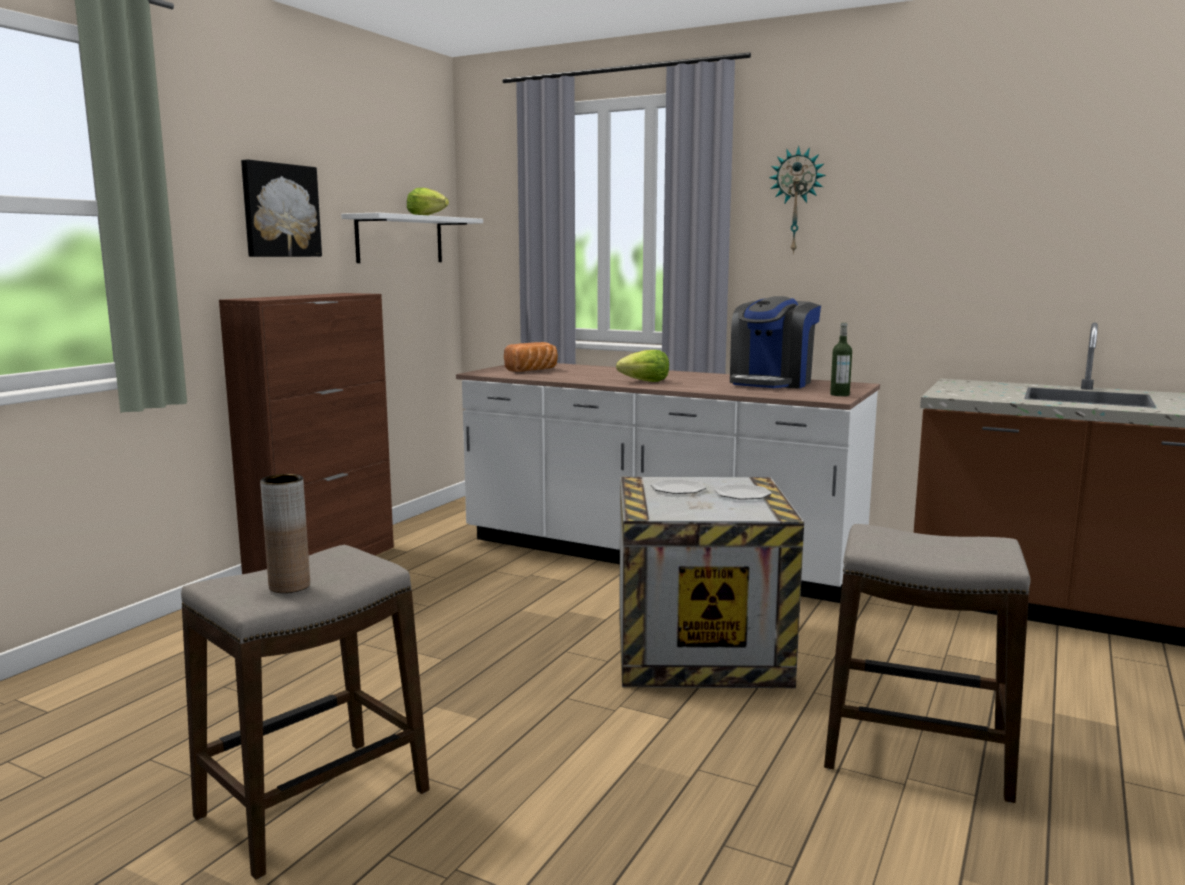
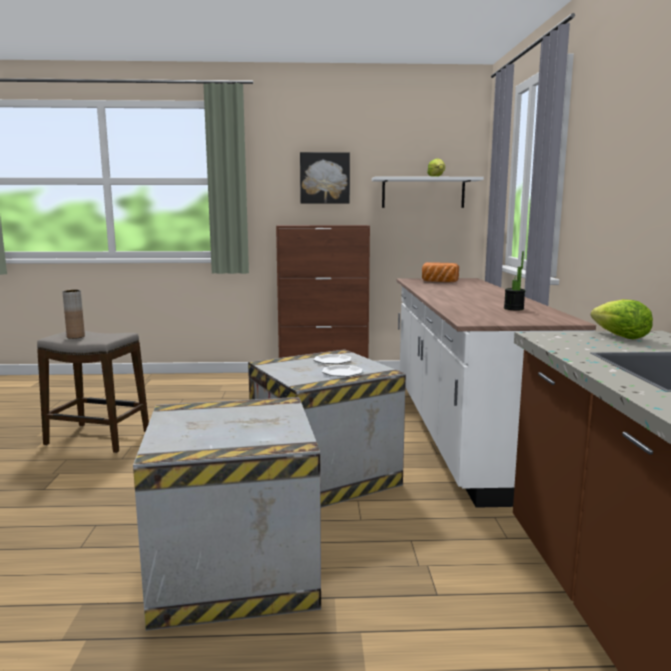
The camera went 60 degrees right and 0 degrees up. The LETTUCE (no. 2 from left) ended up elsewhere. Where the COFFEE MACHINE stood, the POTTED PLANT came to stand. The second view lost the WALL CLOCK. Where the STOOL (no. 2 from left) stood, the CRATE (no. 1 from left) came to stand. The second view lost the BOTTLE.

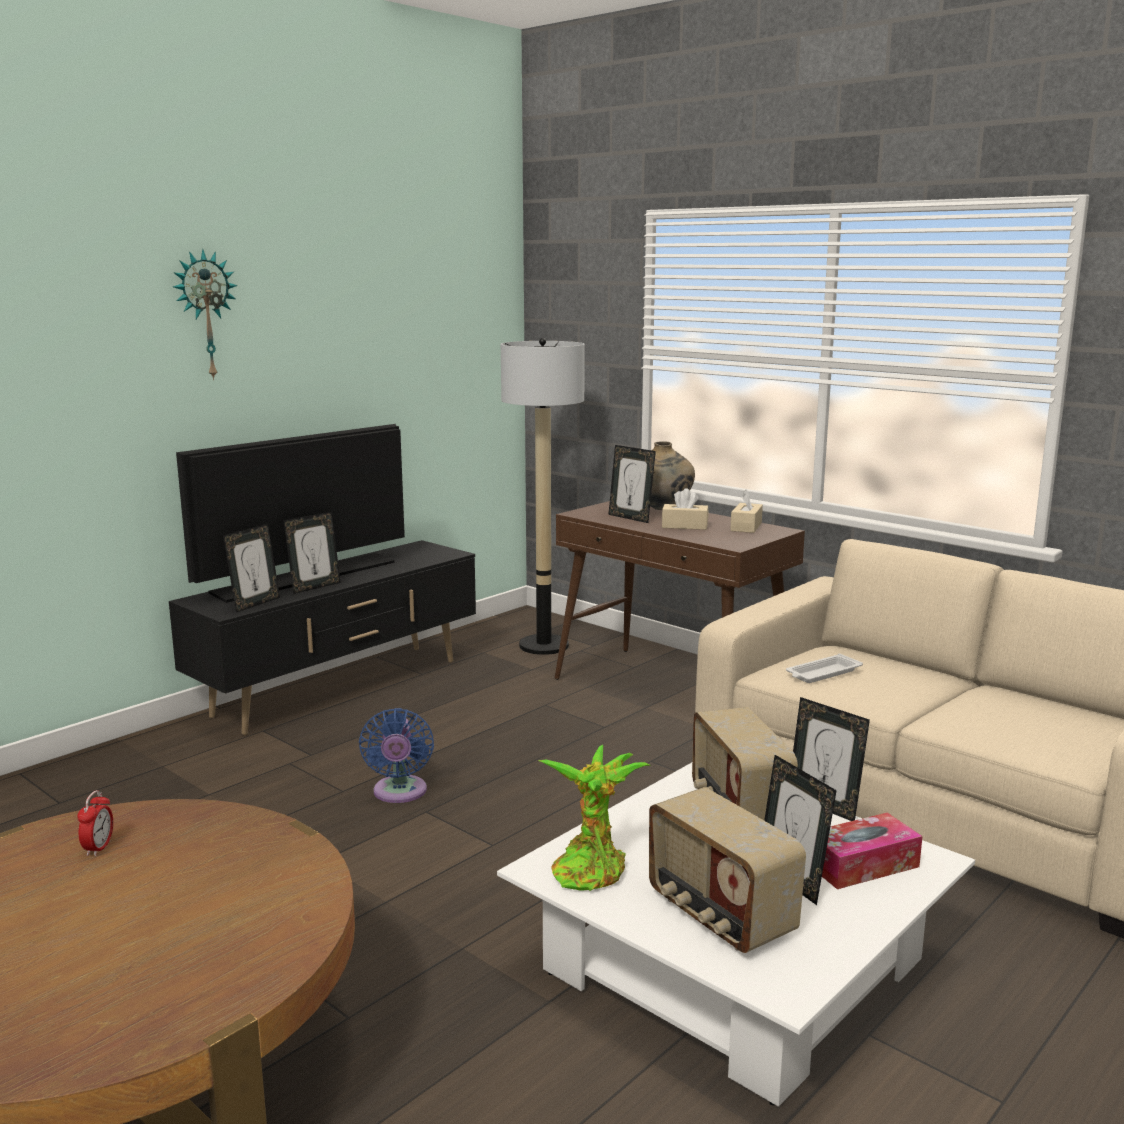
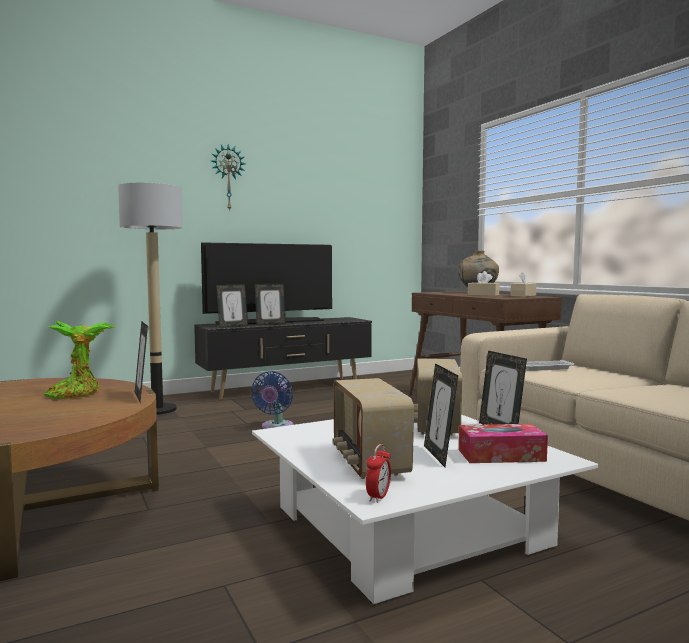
The camera went 20 degrees right and 10 degrees down. The ALARM CLOCK ended up elsewhere. The FLOOR LAMP ended up elsewhere. The POTTED PLANT ended up elsewhere. The PICTURE FRAME (no. 3 from left in the first image) ended up elsewhere.

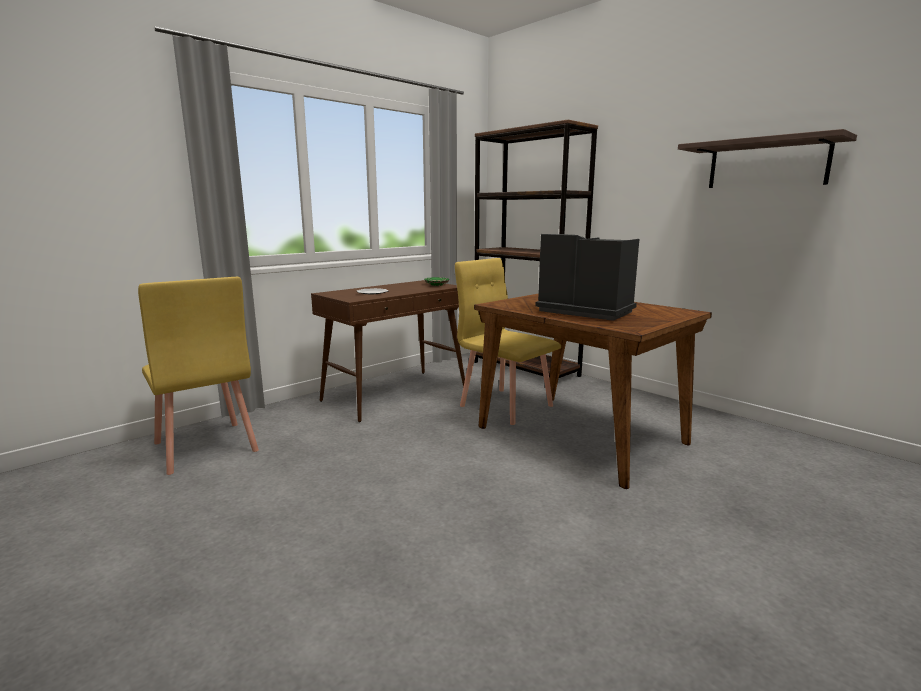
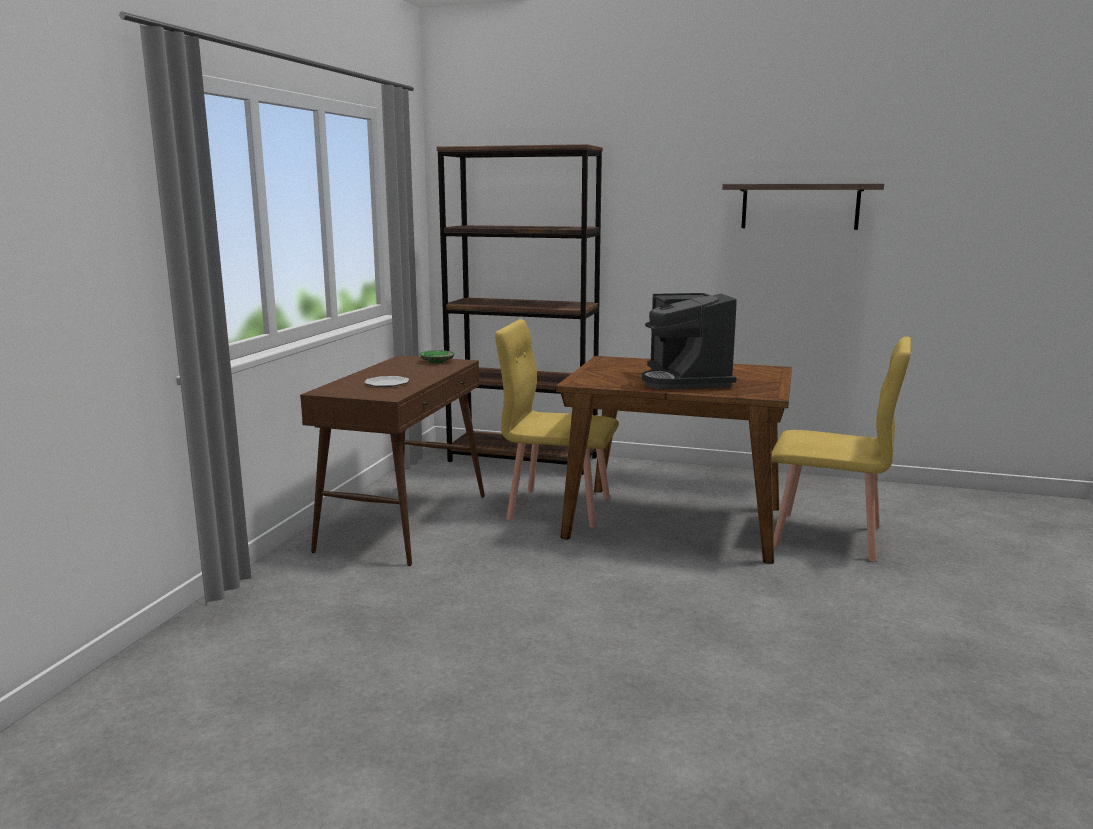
The camera went 30 degrees left and 0 degrees up. The YELLOW CHAIR (no. 1 from left in the first image) ended up elsewhere. The COFFEE MACHINE ended up facing another way, 105 degrees counterclockwise from before.

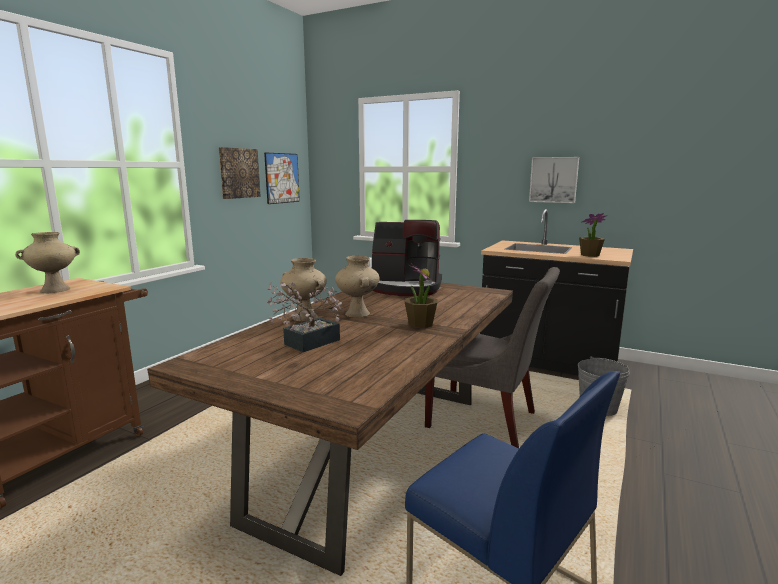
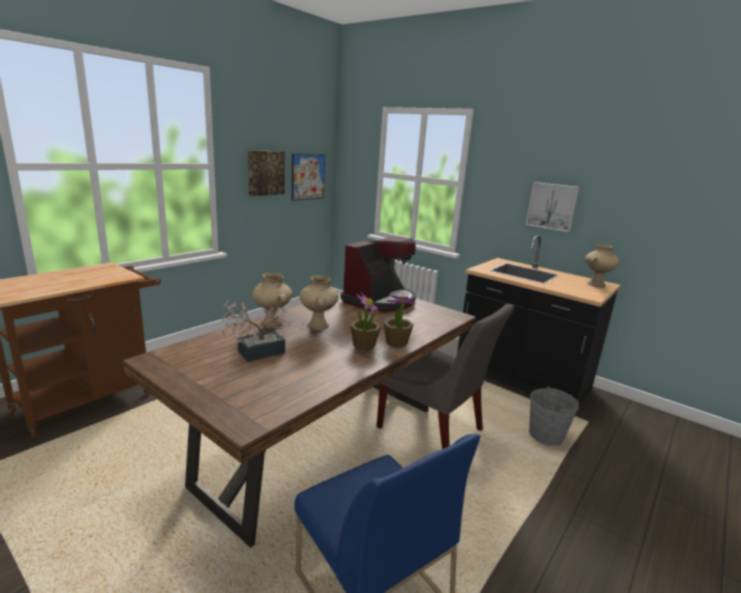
The camera went 10 degrees right and 5 degrees up. The BEIGE VASE (no. 1 from left in the first image) ended up elsewhere. The COFFEE MACHINE ended up facing another way, 75 degrees counterclockwise from before. The POTTED PLANT (no. 3 from left) ended up elsewhere.

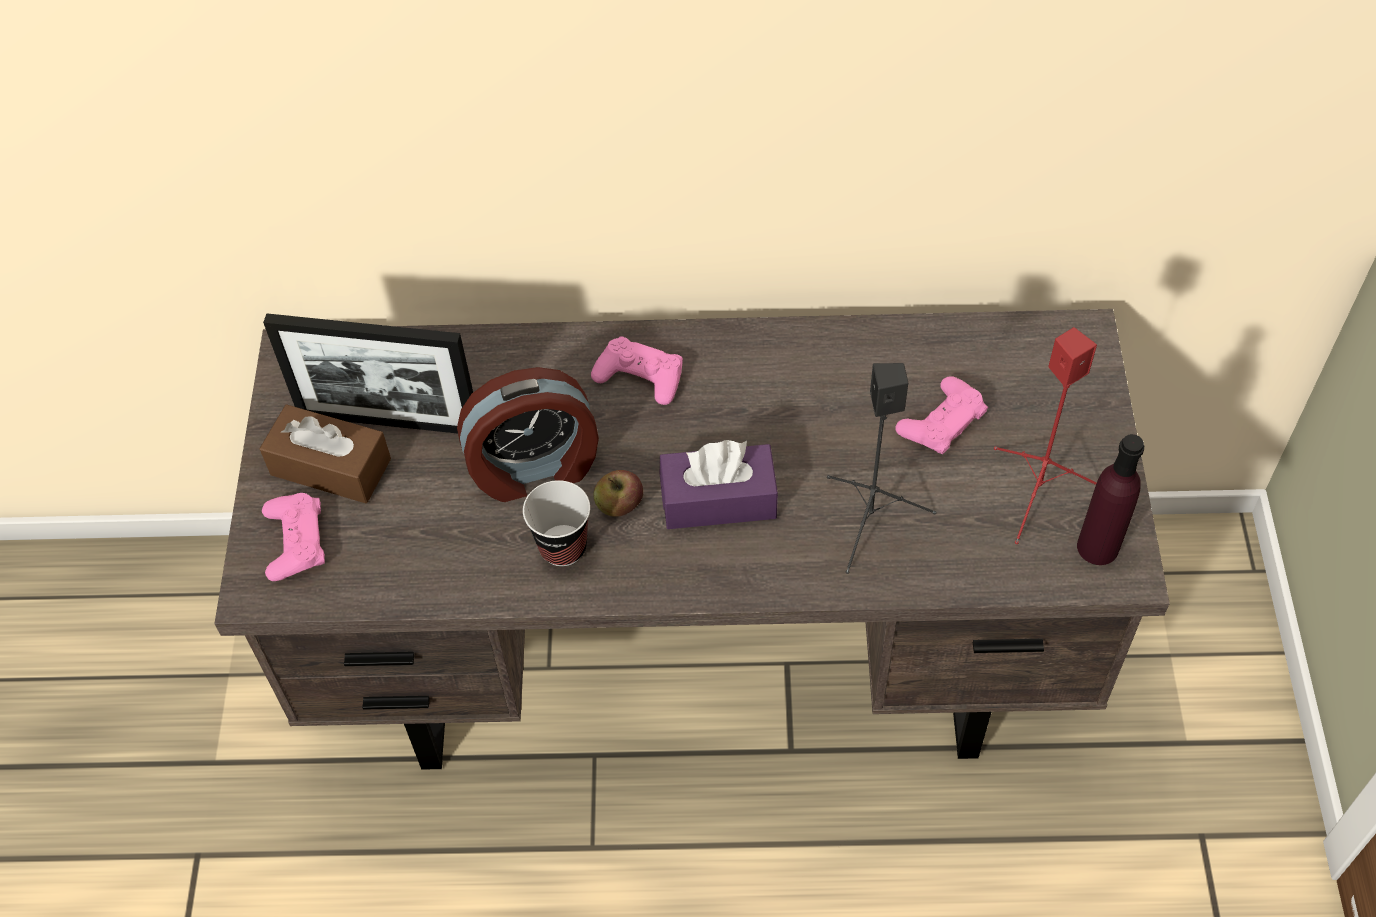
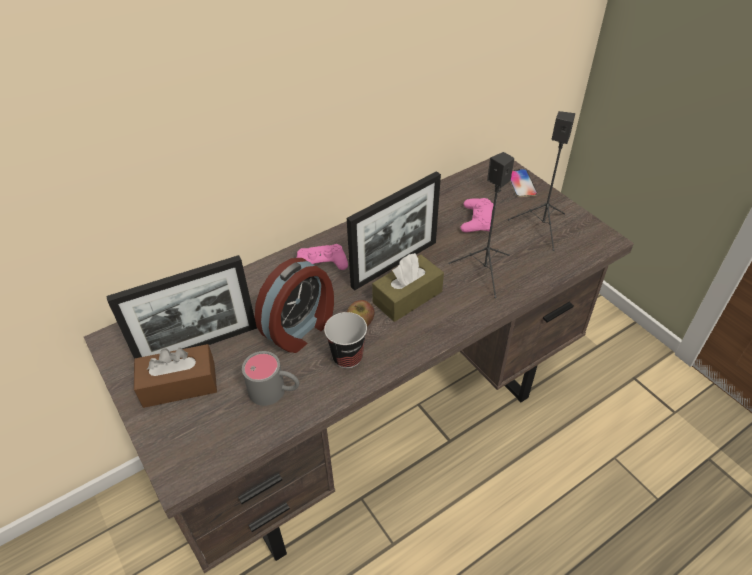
The camera went 35 degrees left and 10 degrees down. The second view lost the PINK GAME CONTROLLER (no. 1 from left). What was the PURPLE TISSUE BOX turned into the BROWN TISSUE BOX (no. 2 from left). What was the RED SPEAKER turned into the BLACK SPEAKER (no. 2 from left). The second view lost the PURPLE BOTTLE. The second view gained the GREY MUG. The second view gained the PICTURE FRAME (no. 2 from left). The second view gained the PHONE.

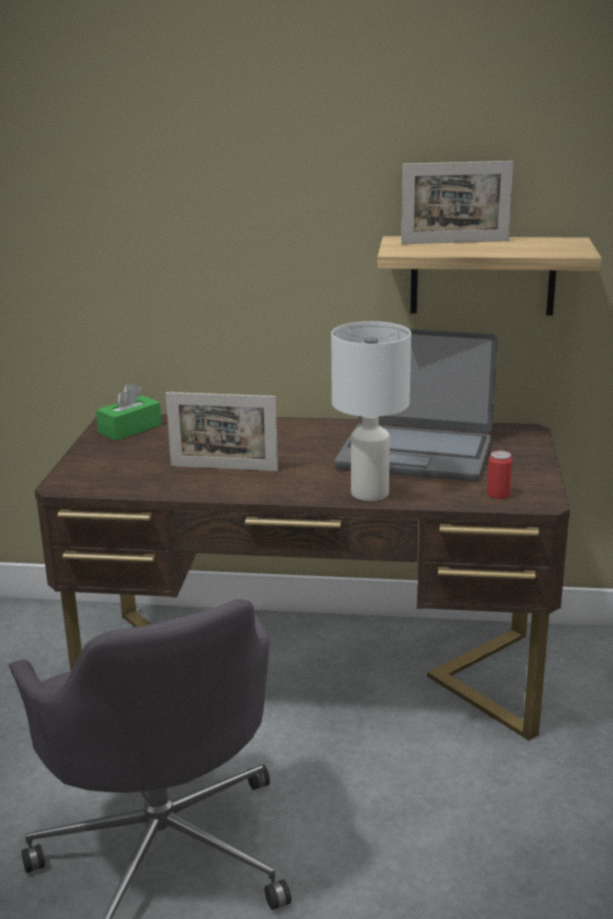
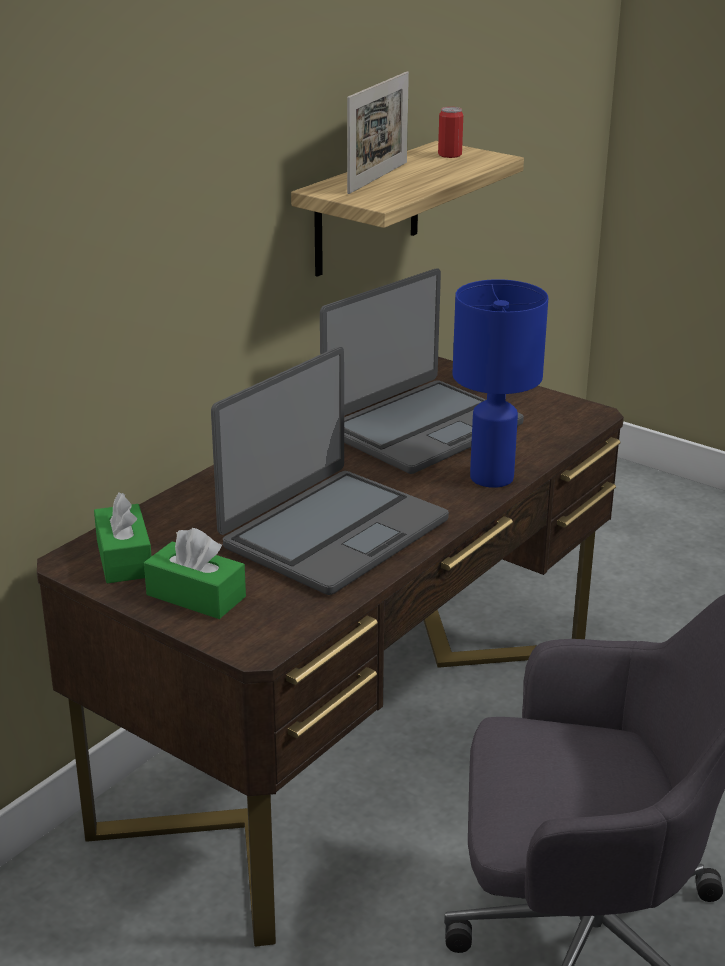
The camera went 60 degrees left and 5 degrees up. Where the PICTURE FRAME (no. 1 from left) stood, the LAPTOP (no. 1 from left) came to stand. What was the WHITE TABLE LAMP turned into the BLUE TABLE LAMP. The CAN ended up elsewhere. The second view gained the GREEN TISSUE BOX (no. 2 from left).

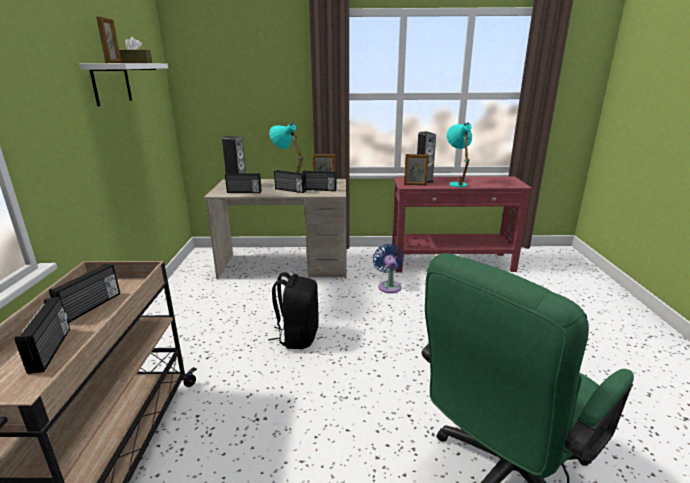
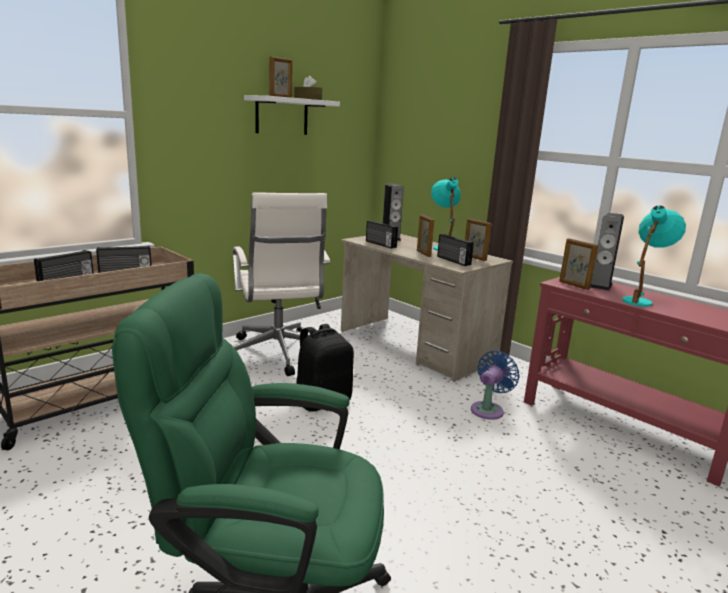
The camera went 45 degrees right and 5 degrees down. Where the RADIO (no. 4 from left) stood, the PICTURE FRAME (no. 2 from left) came to stand. The second view gained the WHITE OFFICE CHAIR.

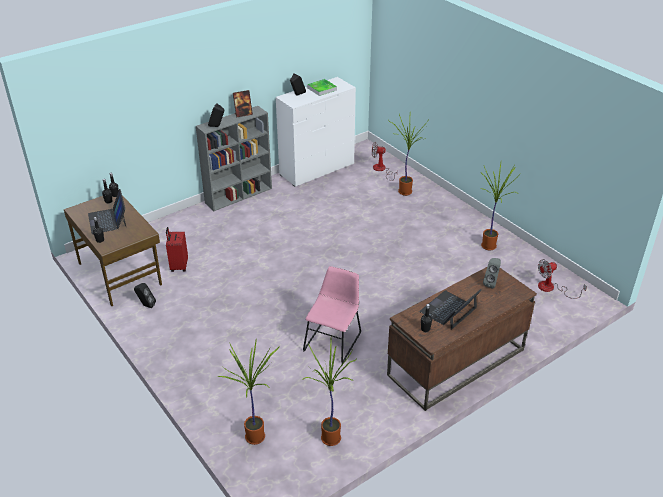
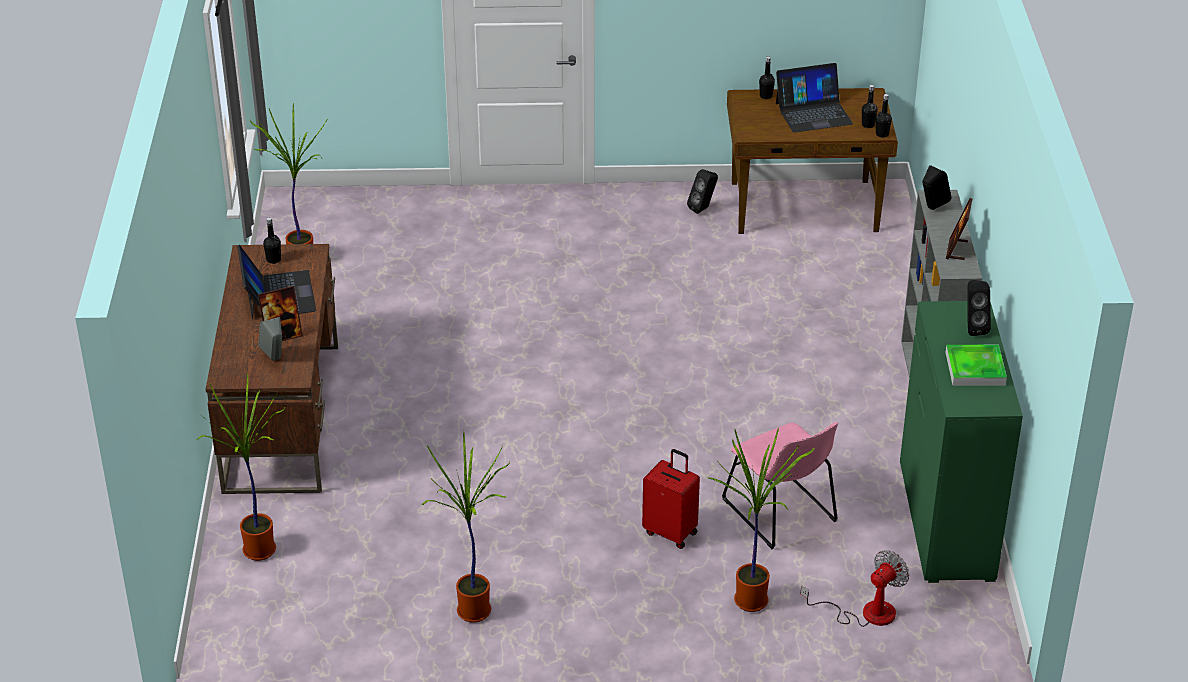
The camera went 125 degrees right and 0 degrees up. The LAPTOP (no. 1 from left in the first image) ended up facing another way, 150 degrees clockwise from before. The RED SUITCASE ended up elsewhere. The POTTED PLANT (no. 1 from left) ended up elsewhere. What was the WHITE DRESSER turned into the GREEN DRESSER. The PINK CHAIR ended up elsewhere. The second view lost the FAN (no. 2 from left). The second view gained the PICTURE FRAME (no. 1 from left).

